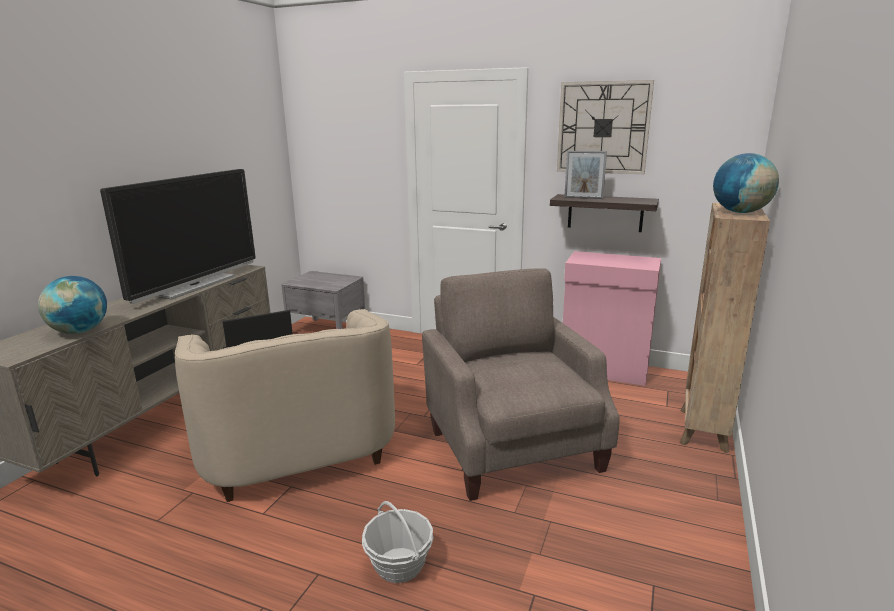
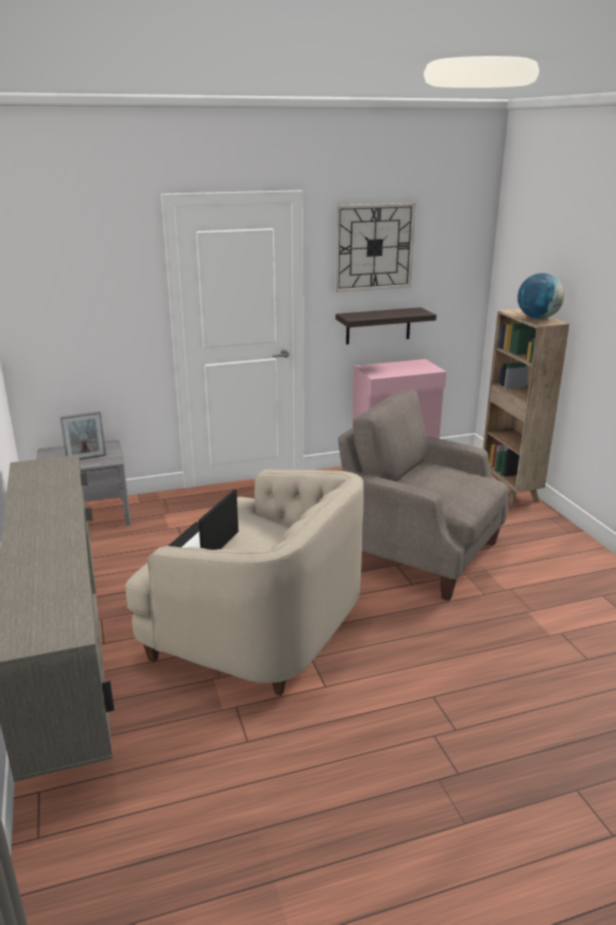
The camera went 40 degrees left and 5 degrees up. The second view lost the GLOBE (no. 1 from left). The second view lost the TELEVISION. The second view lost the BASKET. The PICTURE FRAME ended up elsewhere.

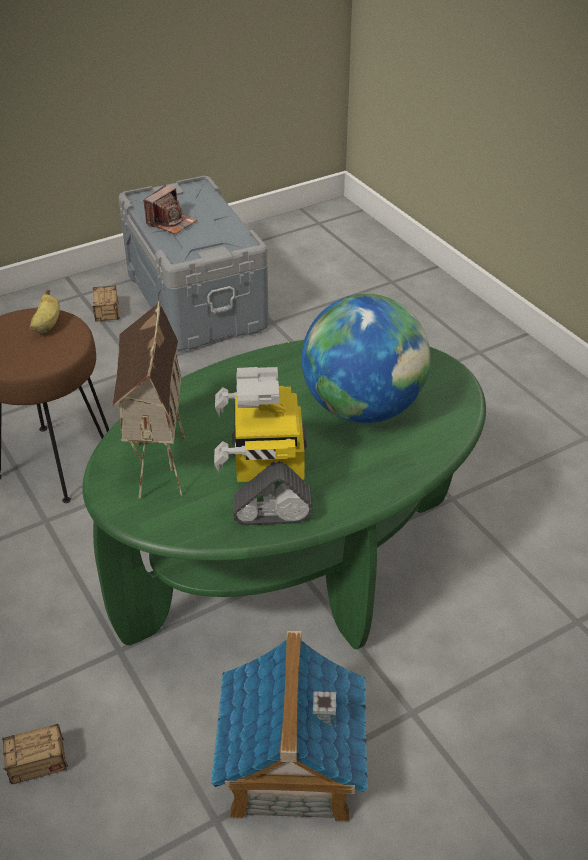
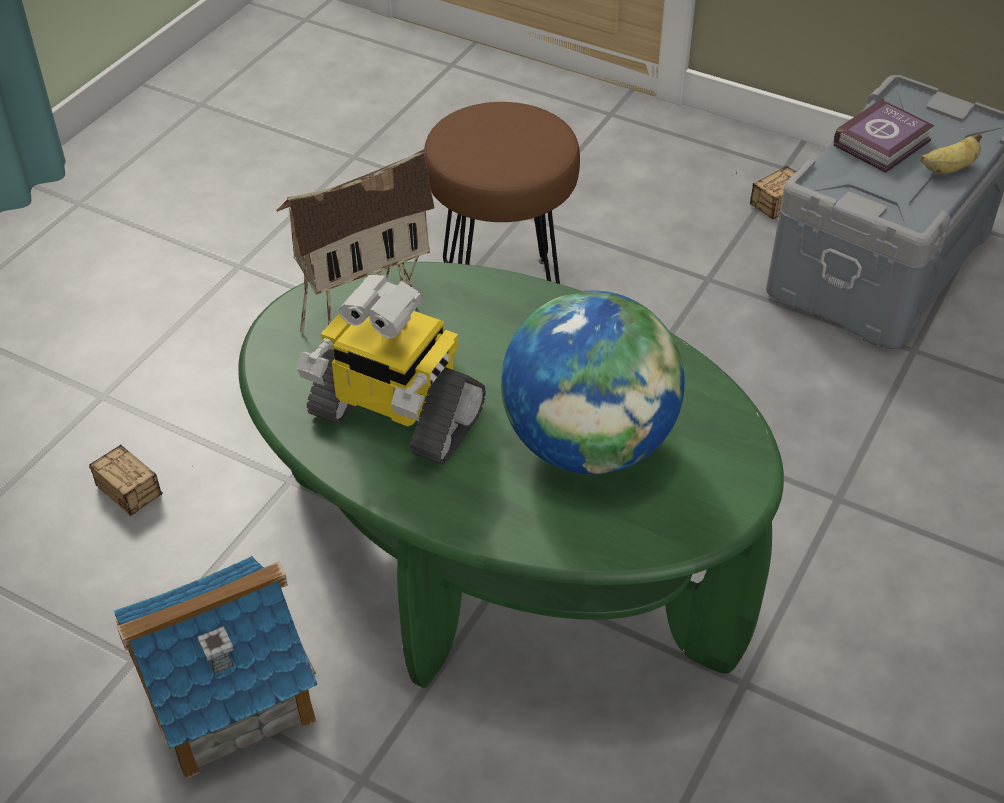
The camera went 60 degrees right and 5 degrees up. The BANANA ended up elsewhere. Where the PHOTO CAMERA stood, the BOOK came to stand. The TOY ROBOT ended up facing another way, 120 degrees counterclockwise from before.

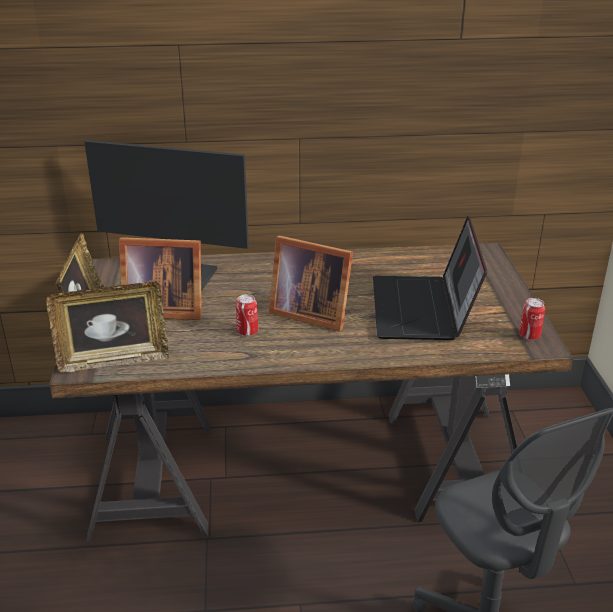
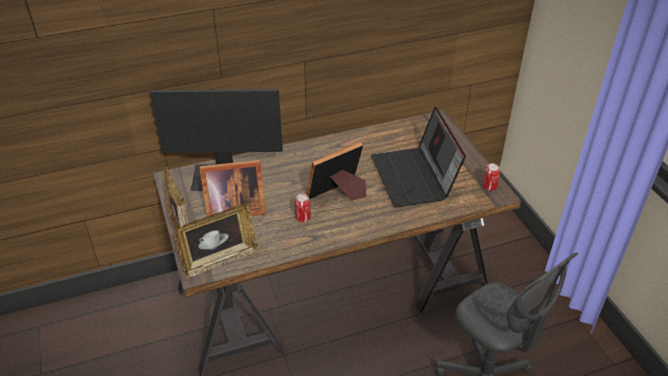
The camera went 15 degrees left and 10 degrees up. The PICTURE FRAME (no. 4 from left) ended up facing another way, 135 degrees clockwise from before.

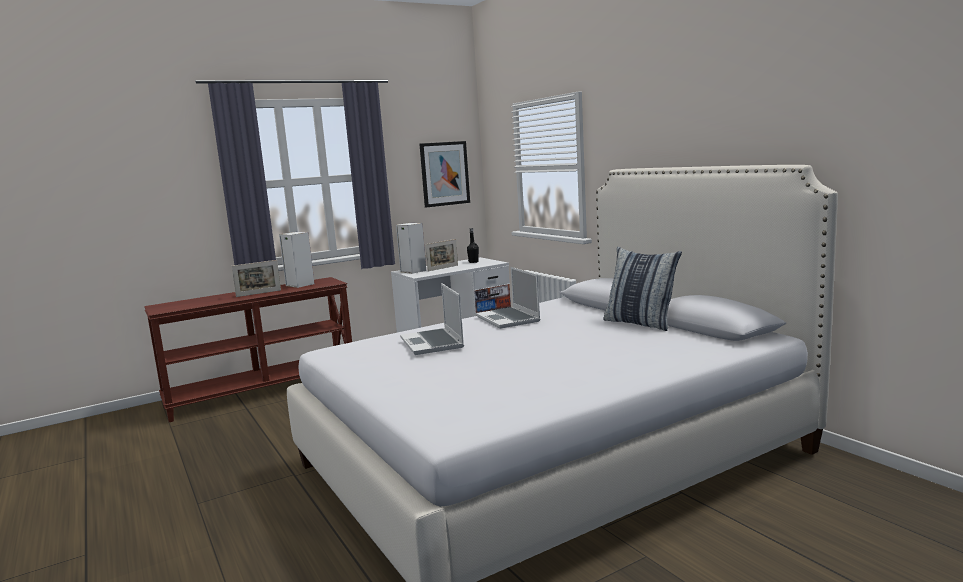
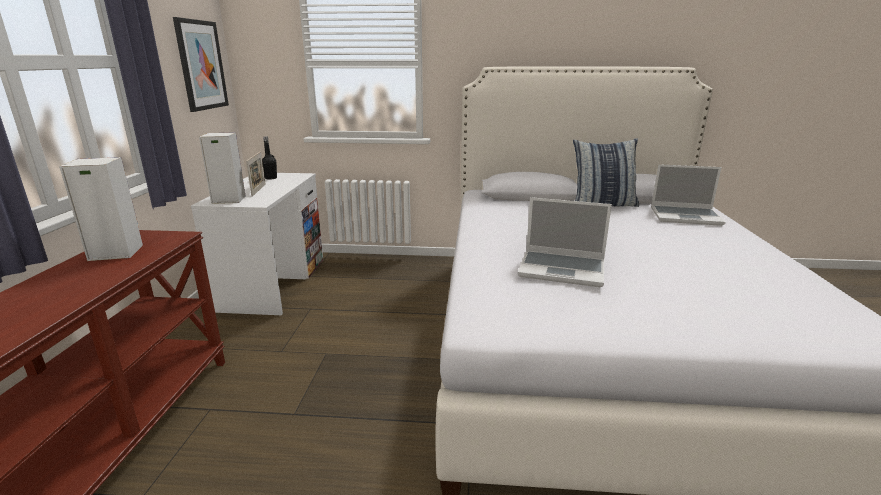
The camera went 55 degrees left and 10 degrees up. The second view lost the PICTURE FRAME (no. 1 from left). The LAPTOP (no. 2 from left) ended up elsewhere.

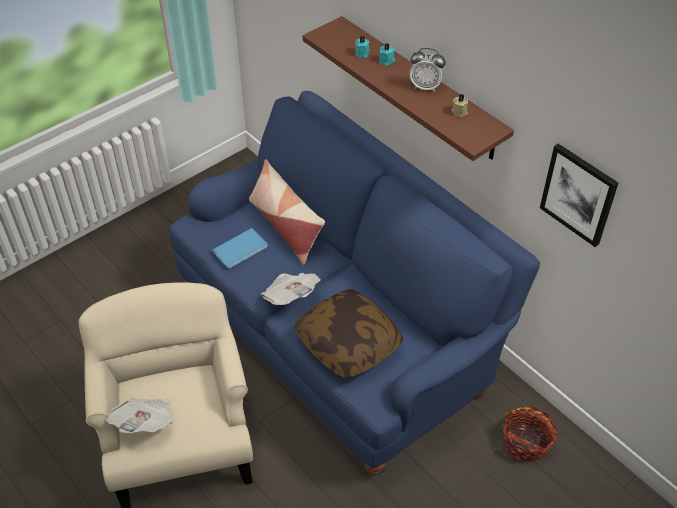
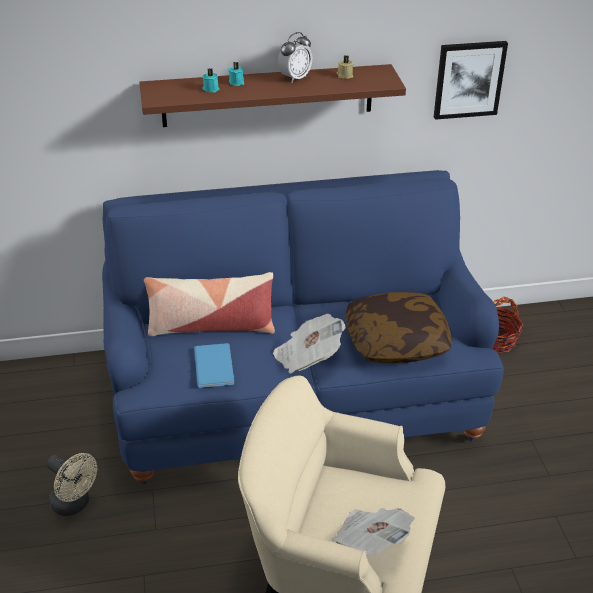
The camera went 60 degrees left and 10 degrees down. The second view gained the BEIGE FAN.

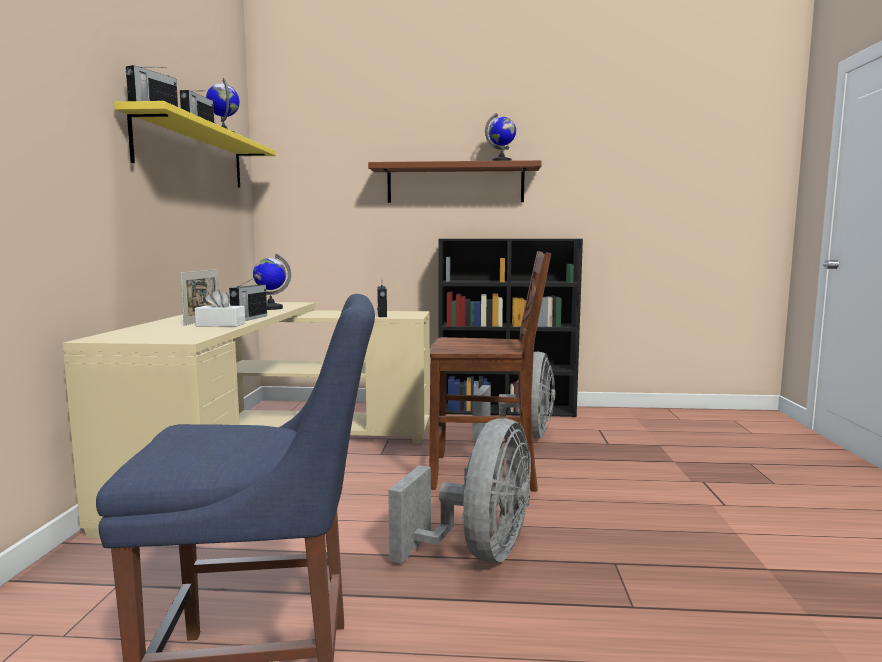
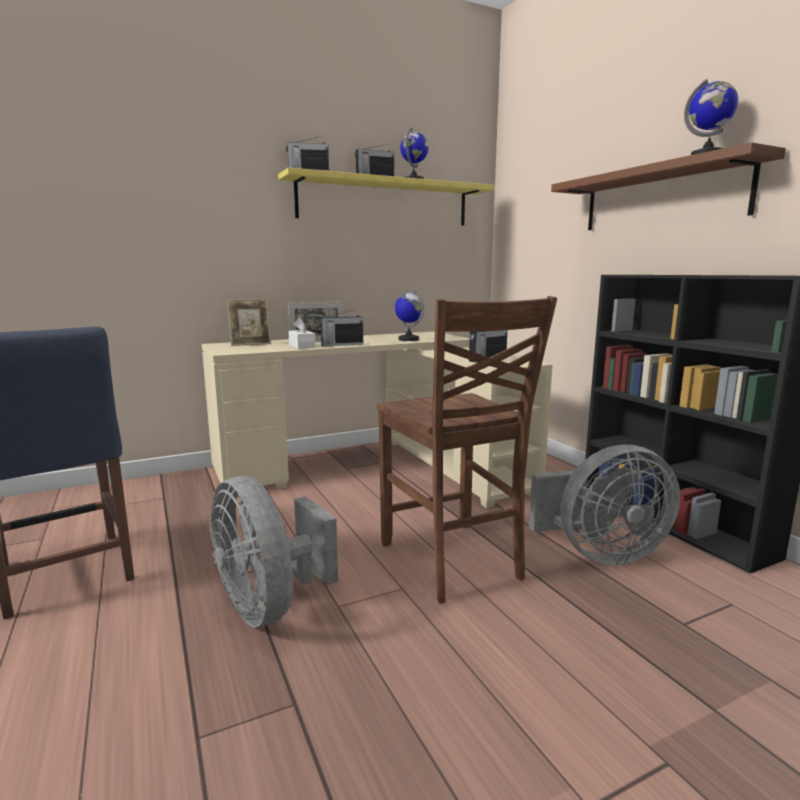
The camera went 60 degrees right and 5 degrees up. The GREY FAN (no. 1 from left) ended up facing another way, 60 degrees clockwise from before. The second view gained the PICTURE FRAME (no. 1 from left).

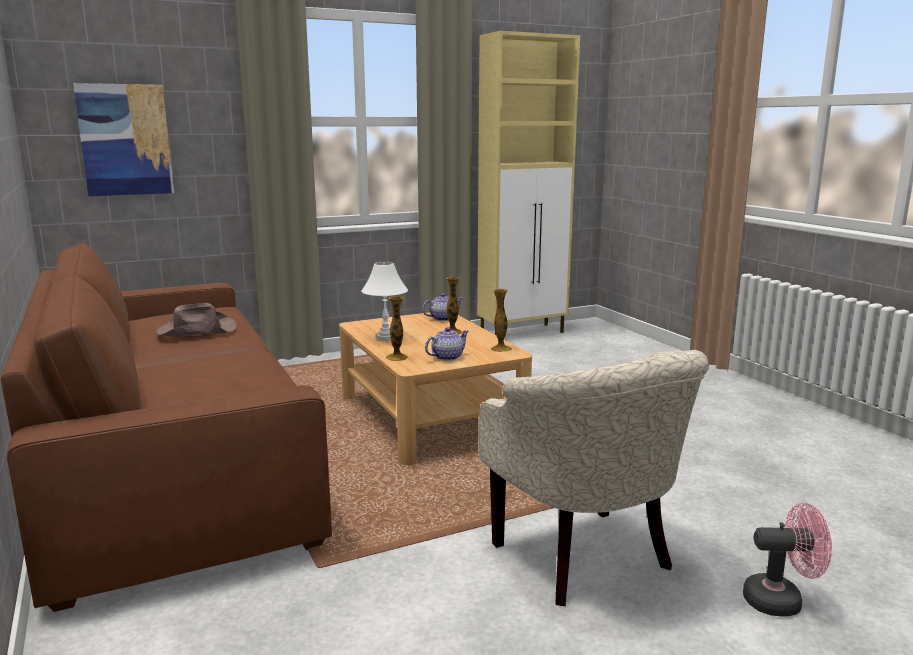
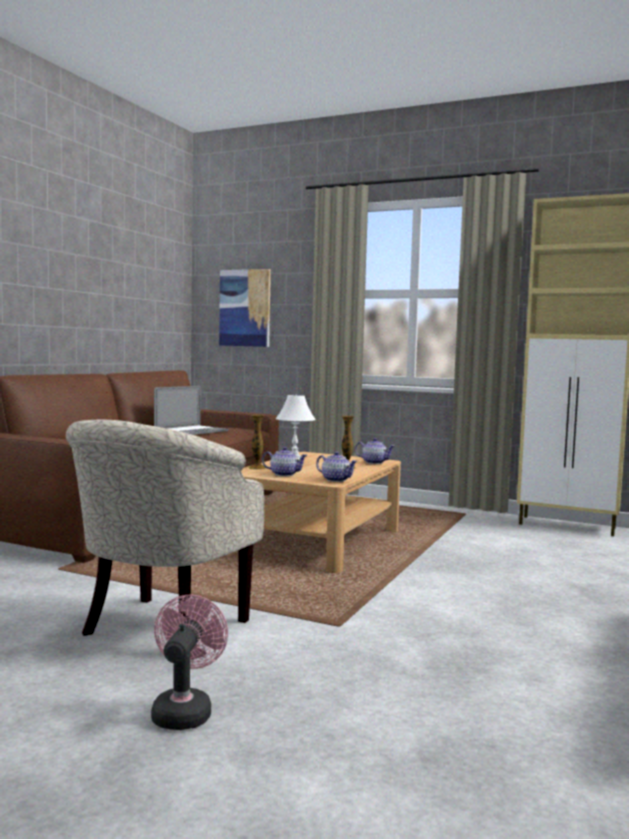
The camera went 50 degrees right and 10 degrees down. Where the BROWN HAT stood, the LAPTOP came to stand. Where the VASE (no. 3 from left) stood, the TEAPOT (no. 2 from left) came to stand. The PINK FAN ended up facing another way, 135 degrees counterclockwise from before.

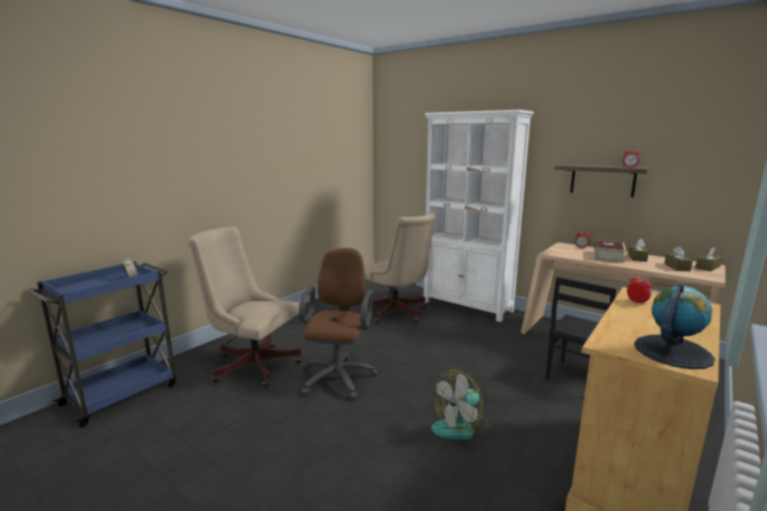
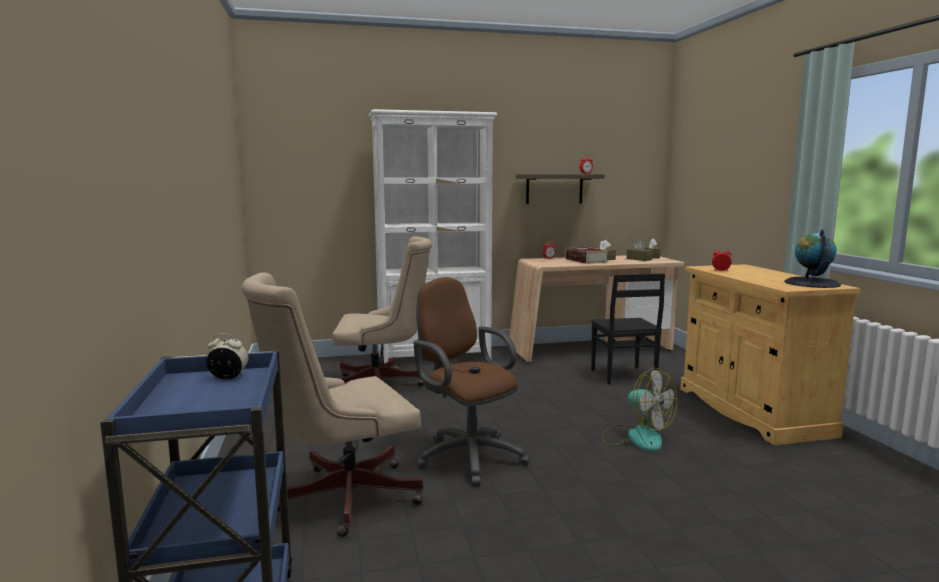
The camera went 50 degrees left and 5 degrees down. The FAN ended up facing another way, 45 degrees counterclockwise from before.

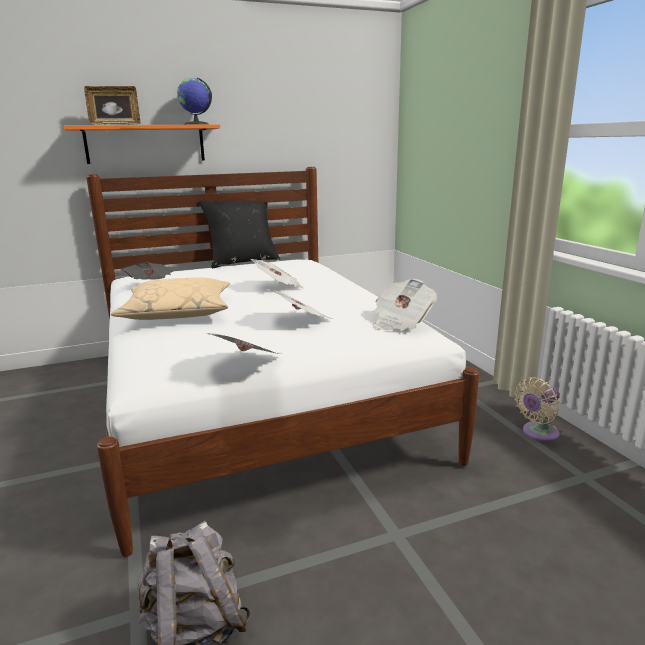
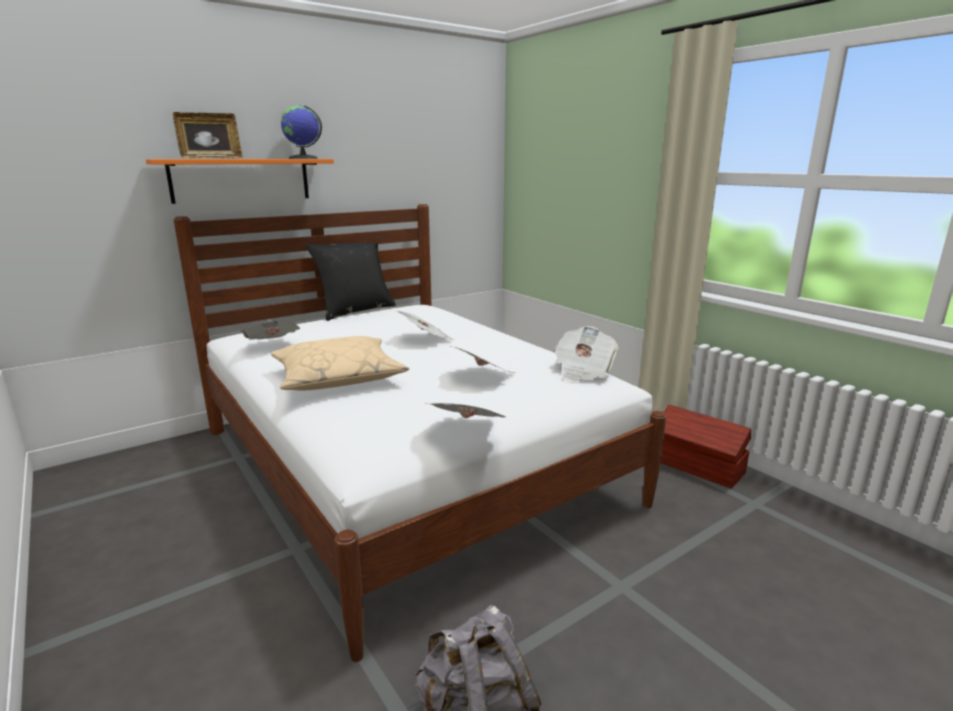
The camera went 15 degrees left and 0 degrees up. Where the BEIGE FAN stood, the BROWN STORAGE BOX came to stand.

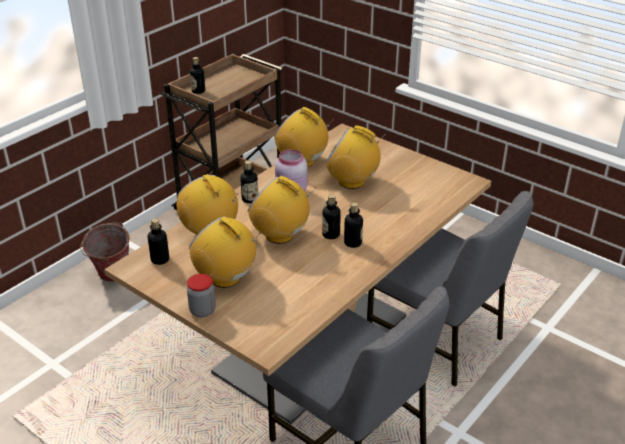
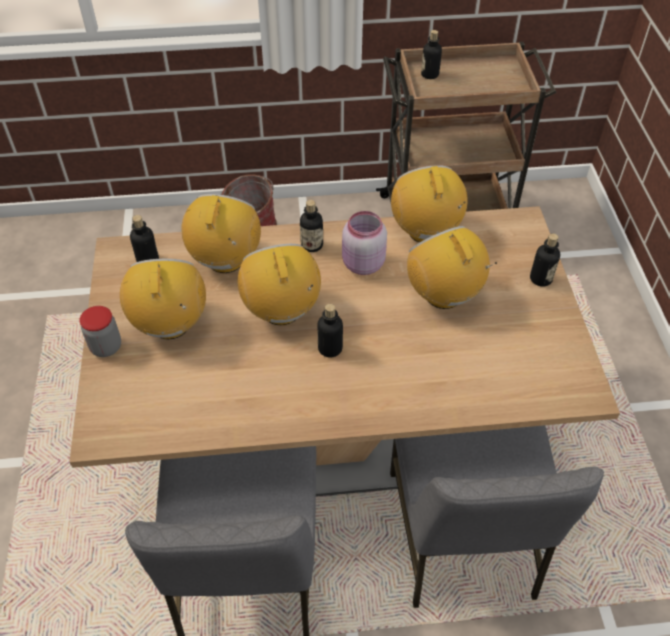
The camera went 45 degrees right and 15 degrees up. The BOTTLE (no. 5 from left) ended up elsewhere.

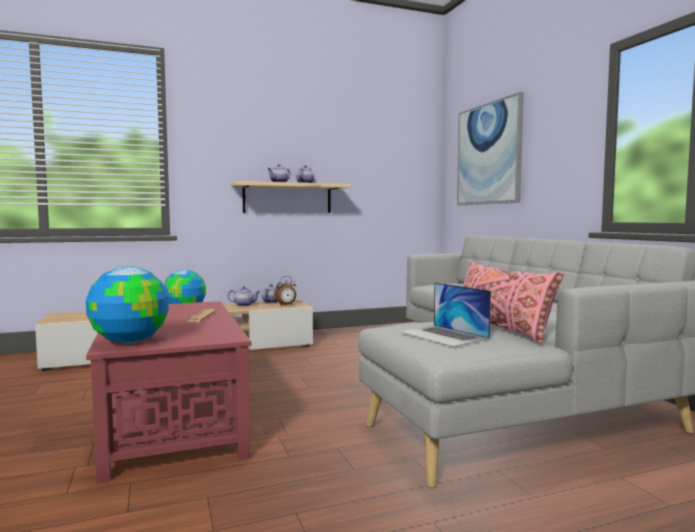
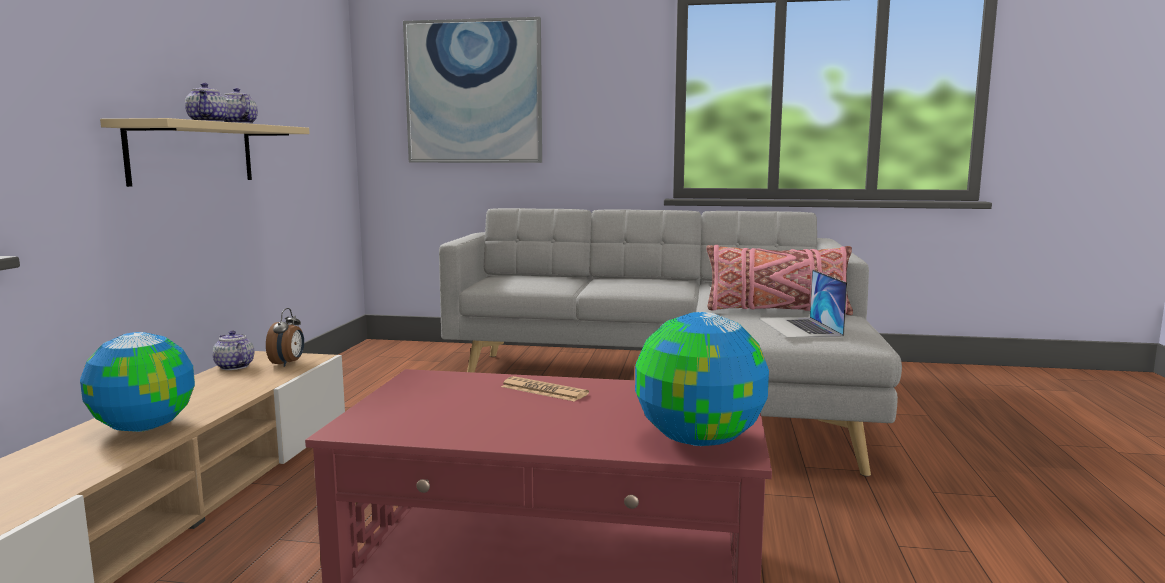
The camera went 60 degrees left and 5 degrees up. The second view lost the TEAPOT (no. 1 from left). The LAPTOP ended up facing another way, 90 degrees clockwise from before.

